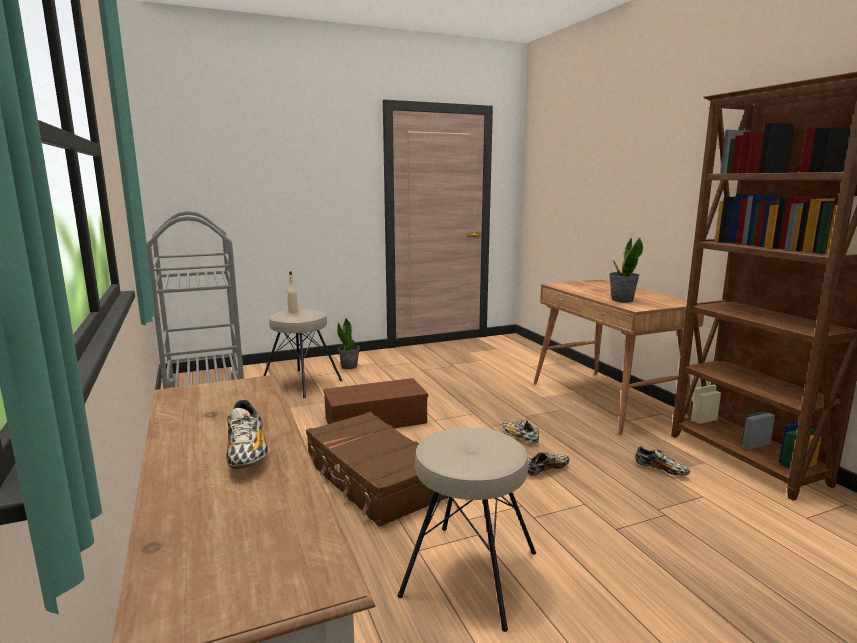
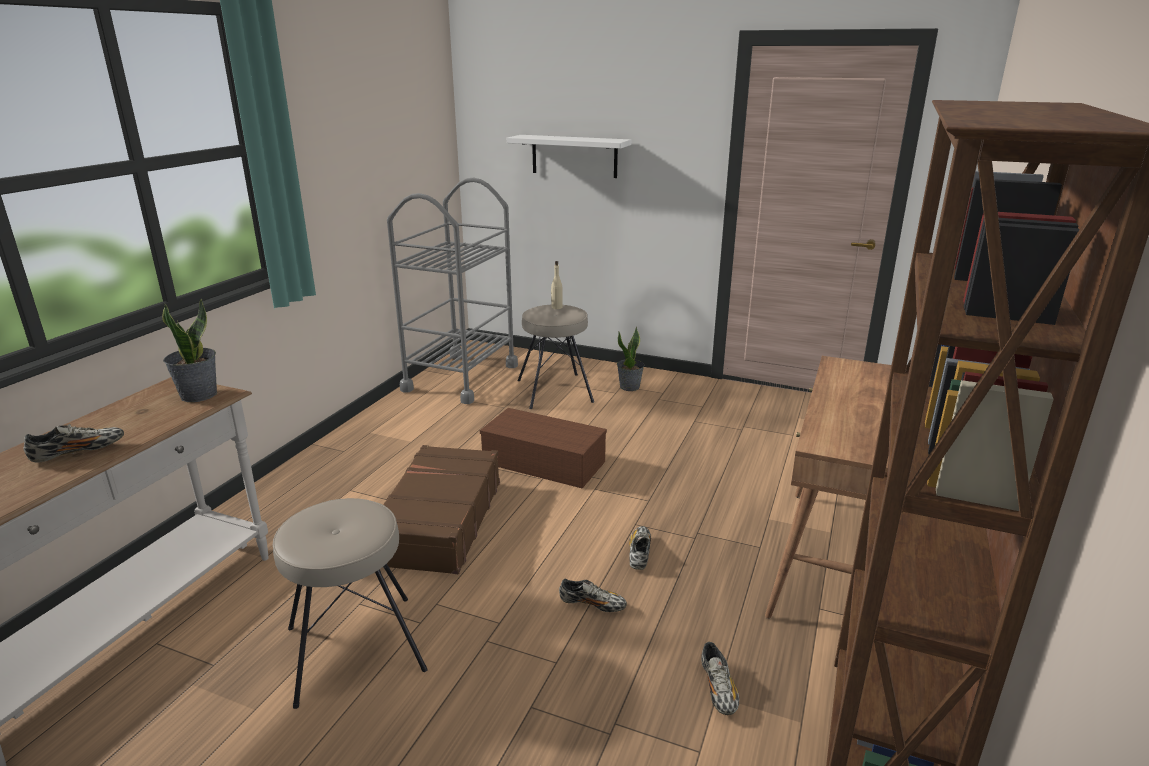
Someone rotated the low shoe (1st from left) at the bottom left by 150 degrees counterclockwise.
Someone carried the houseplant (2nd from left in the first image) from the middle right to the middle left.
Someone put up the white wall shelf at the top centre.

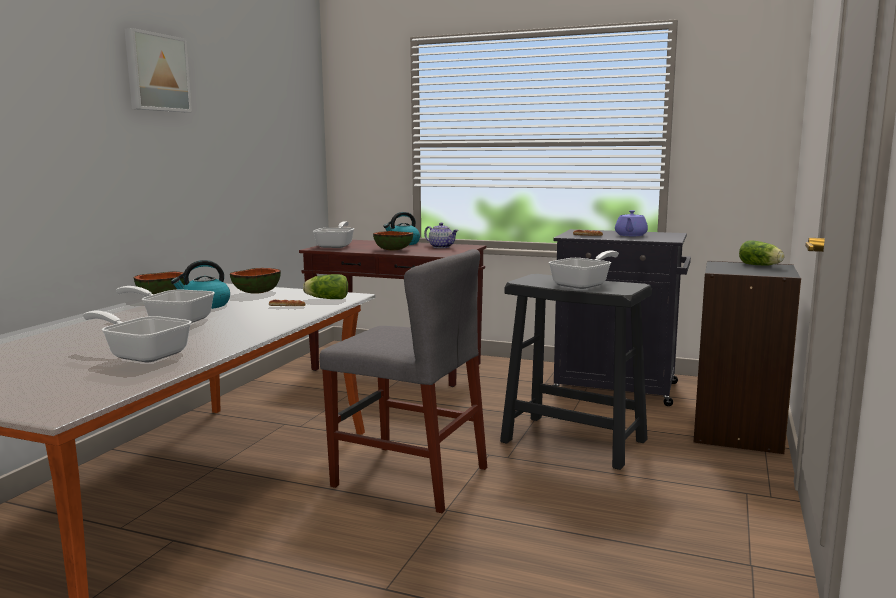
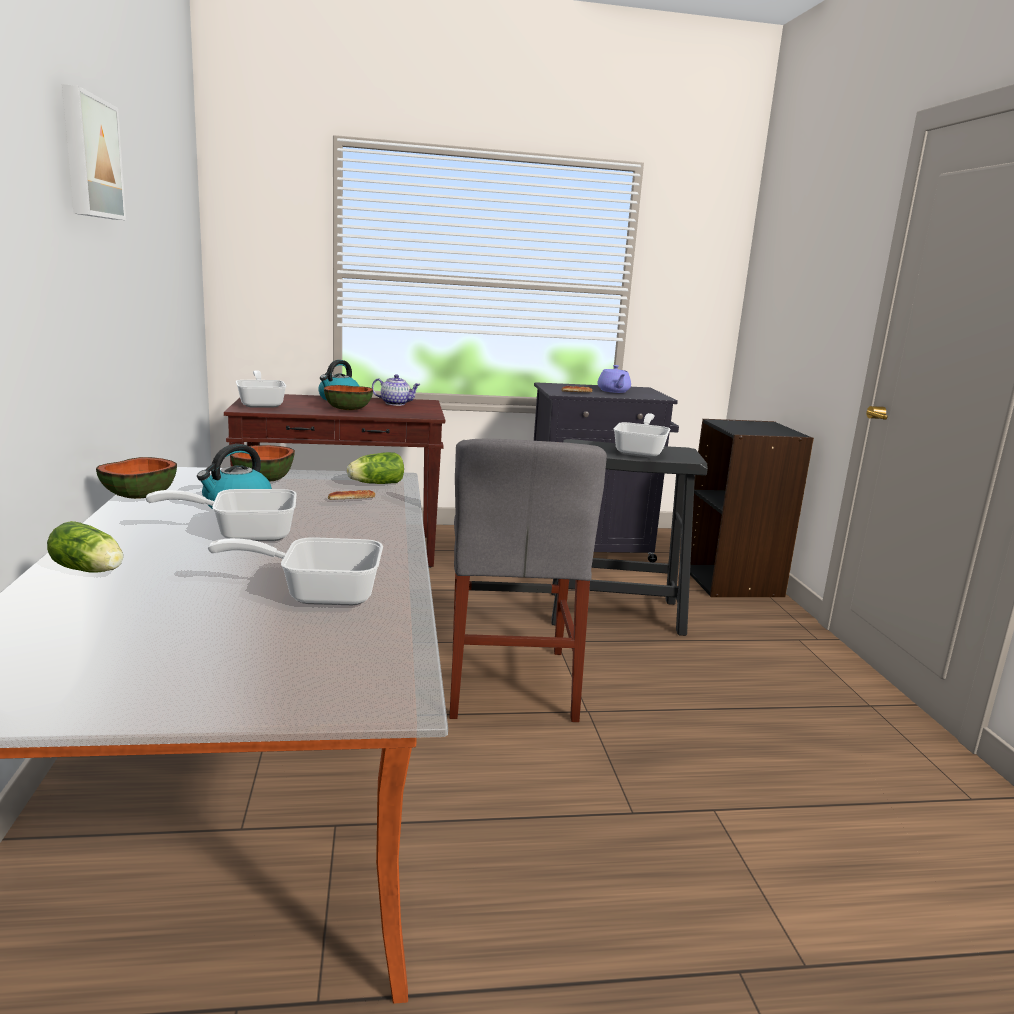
Someone carried the lettuce (2nd from left in the first image) from the middle right to the middle left.
Someone rotated the grey chair at the centre by 90 degrees clockwise.

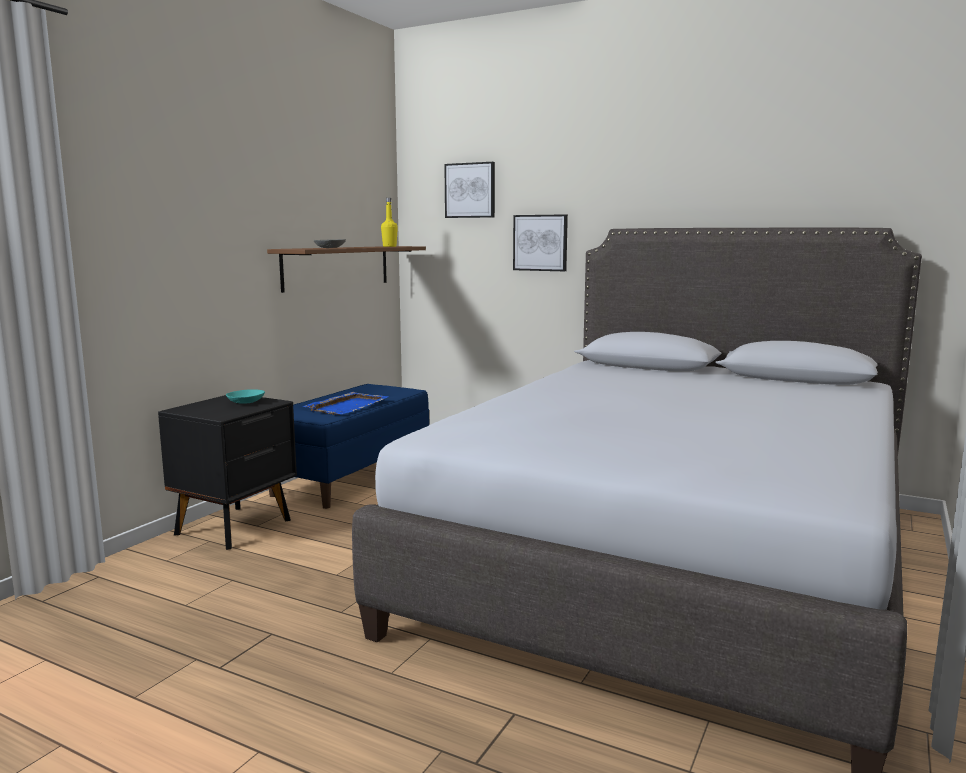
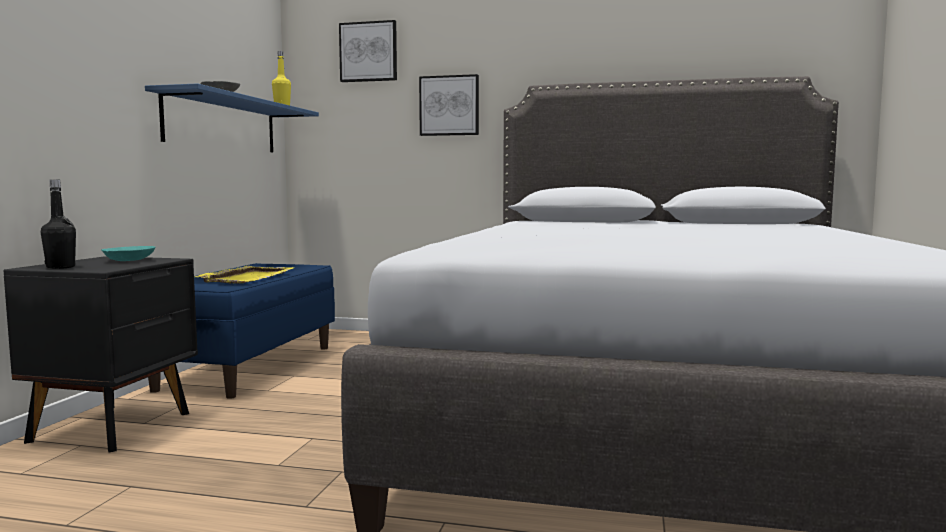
Someone put down the black-coloured beverage bottle at the middle left.
Someone repainted the brown wall shelf at the centre, which became the blue wall shelf at the top left.
Someone repainted the blue tray at the centre, which became the yellow-coloured tray at the middle left.

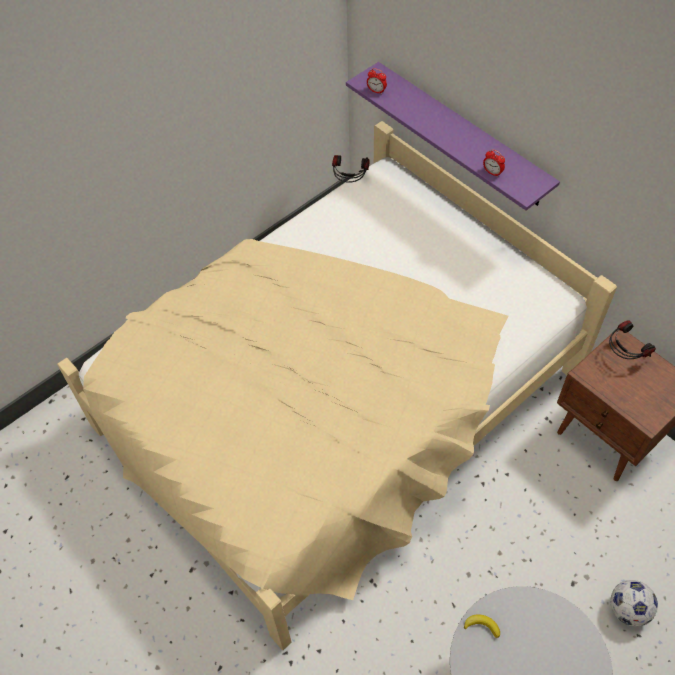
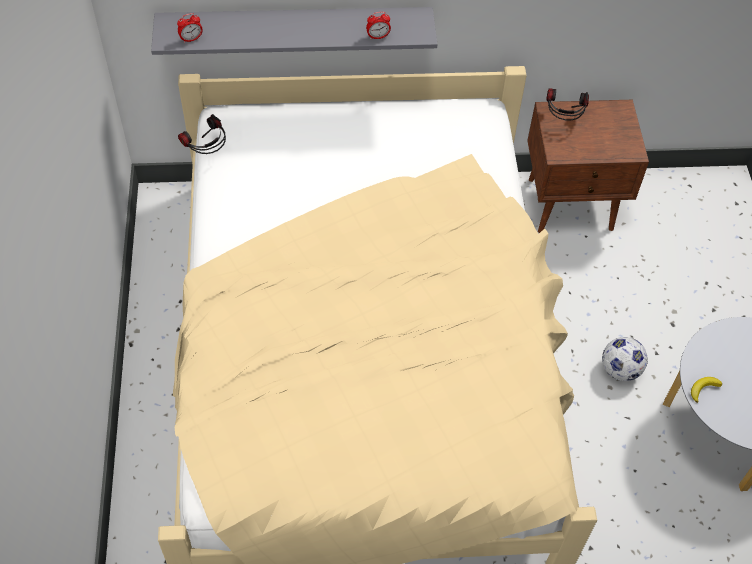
Someone repainted the purplish wall shelf at the top right, which became the grey wall shelf at the top centre.
Someone carried the football ball from the bottom right to the middle right.

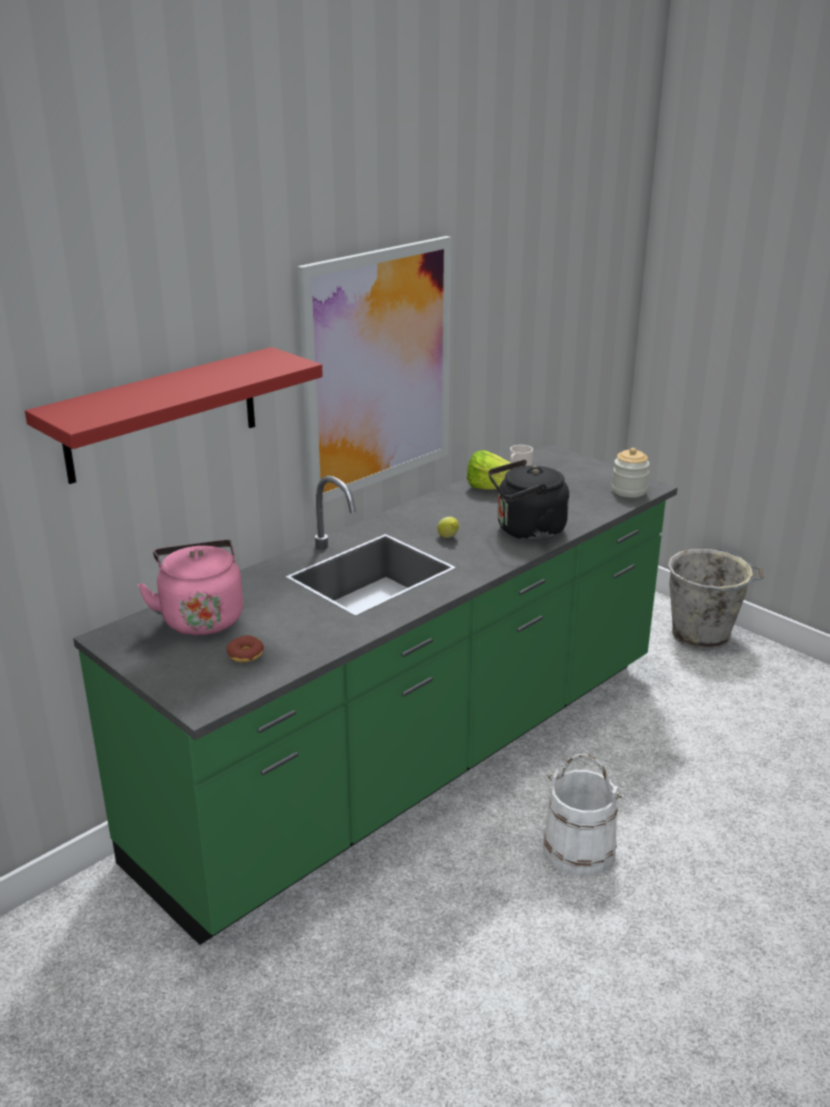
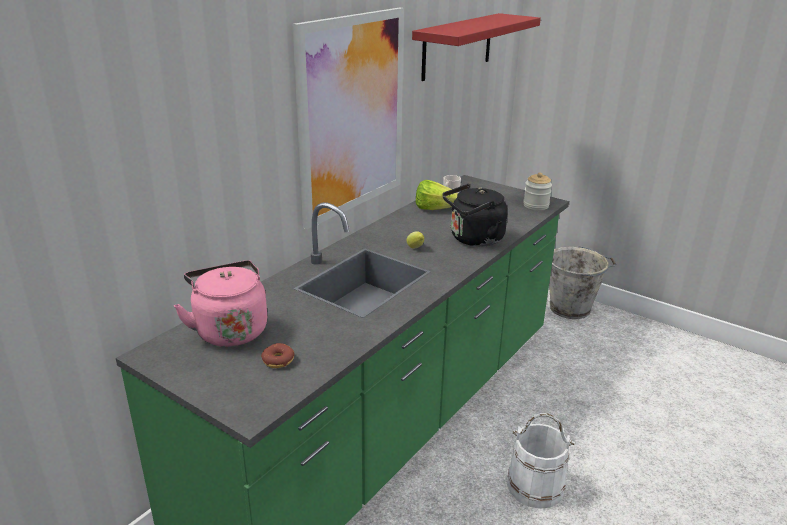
Someone carried the reddish wall shelf from the middle left to the top centre.

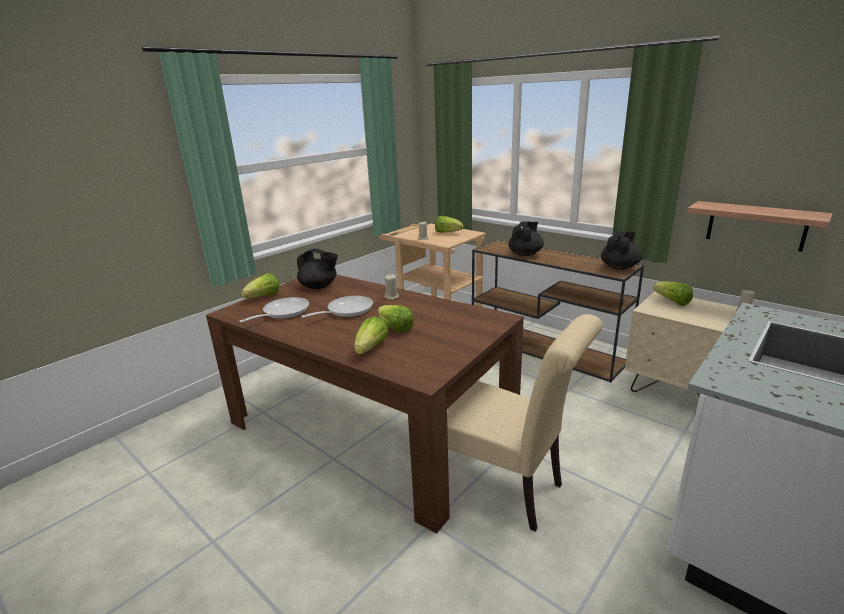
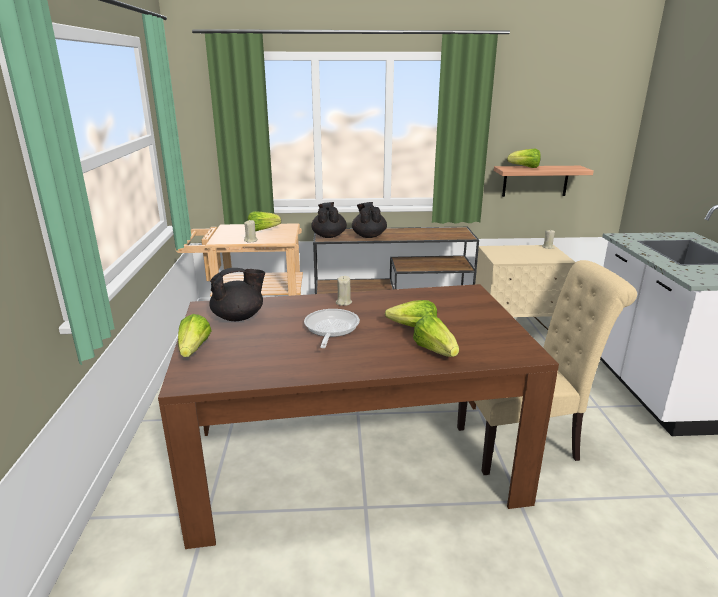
Someone carried the black-coloured tea pot (3rd from left in the first image) from the middle right to the centre.
Someone carried the lettuce (5th from left) from the middle right to the top right.
Someone took away the skillet (1st from left) at the middle left.

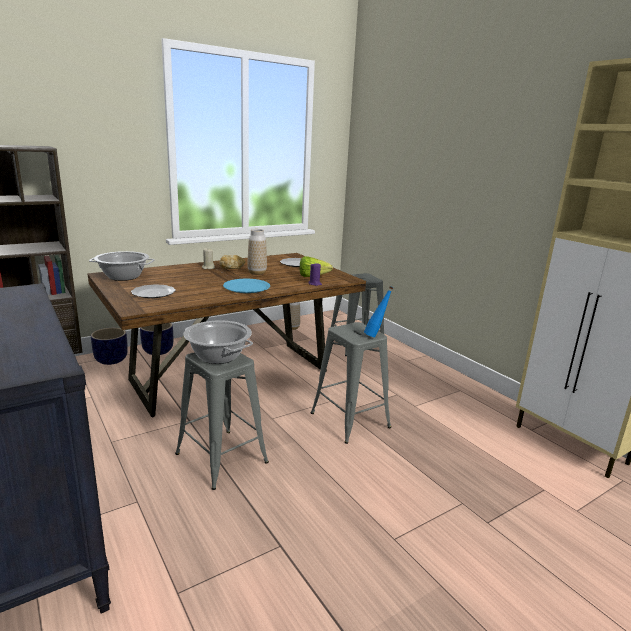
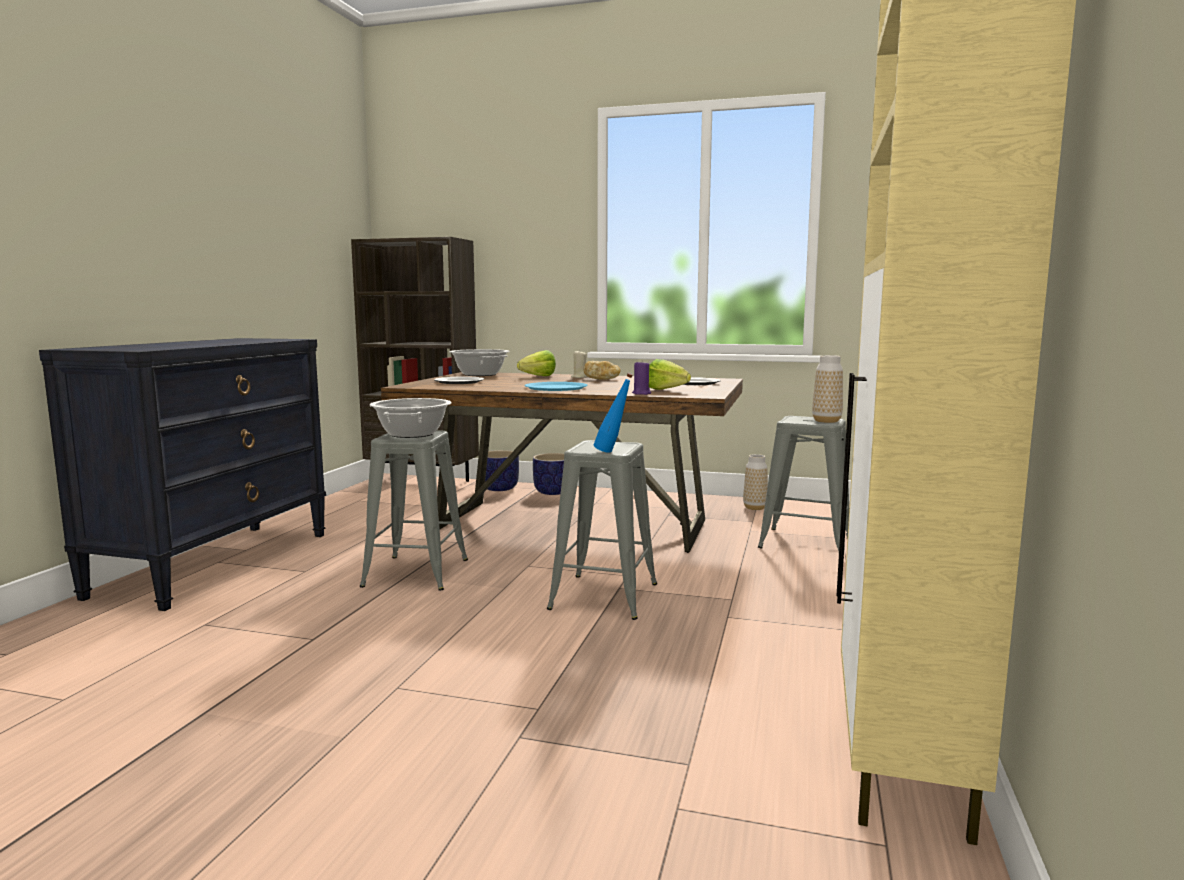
Someone put down the lettuce (1st from left) at the centre.
Someone carried the flower vase (1st from left in the first image) from the centre to the middle right.

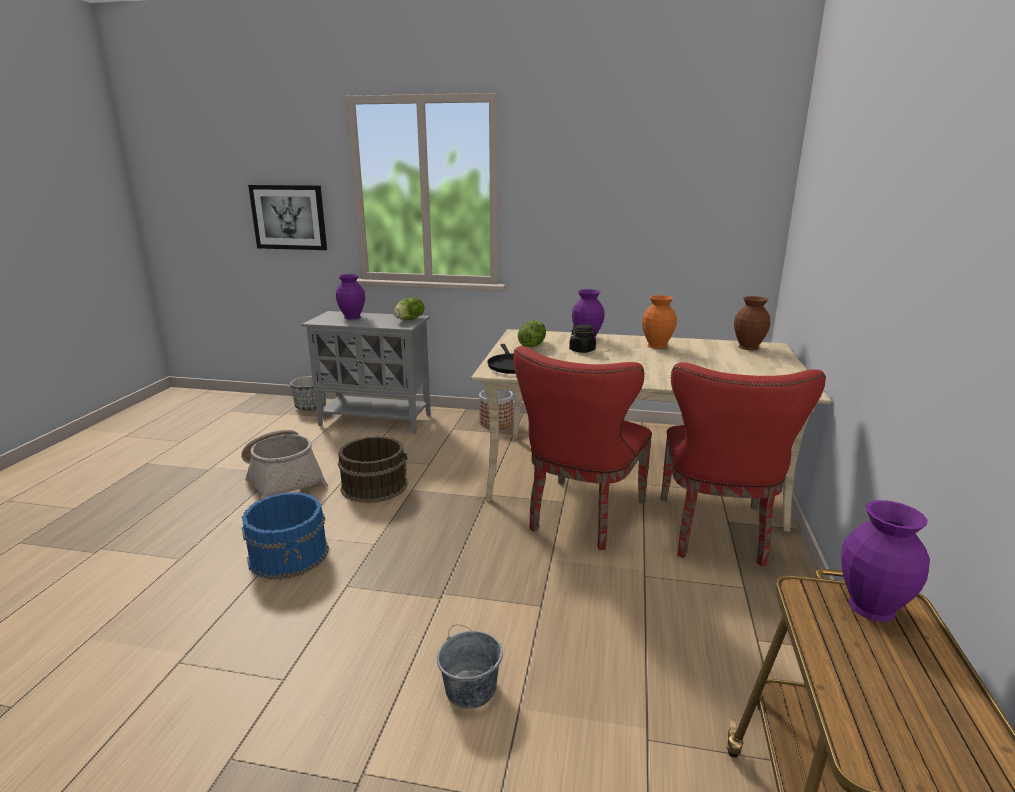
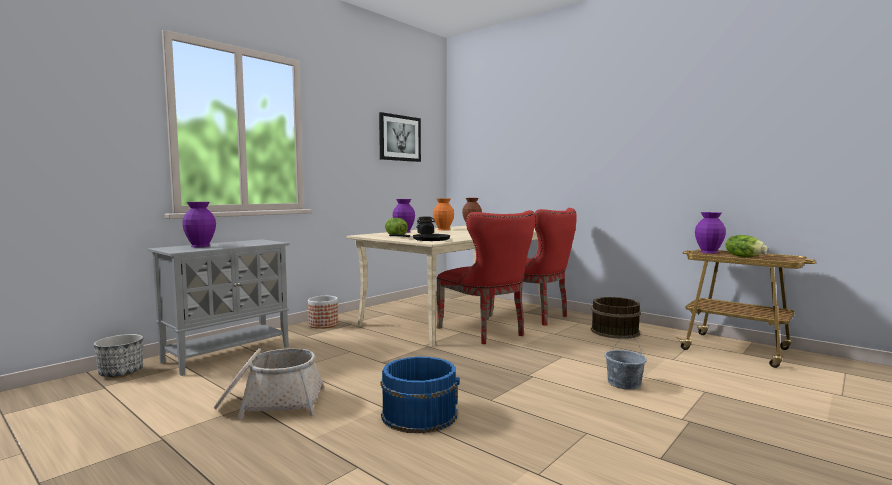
Someone carried the wall art from the top left to the top centre.
Someone carried the brown bucket from the centre to the middle right.
Someone carried the lettuce (1st from left in the first image) from the centre to the middle right.

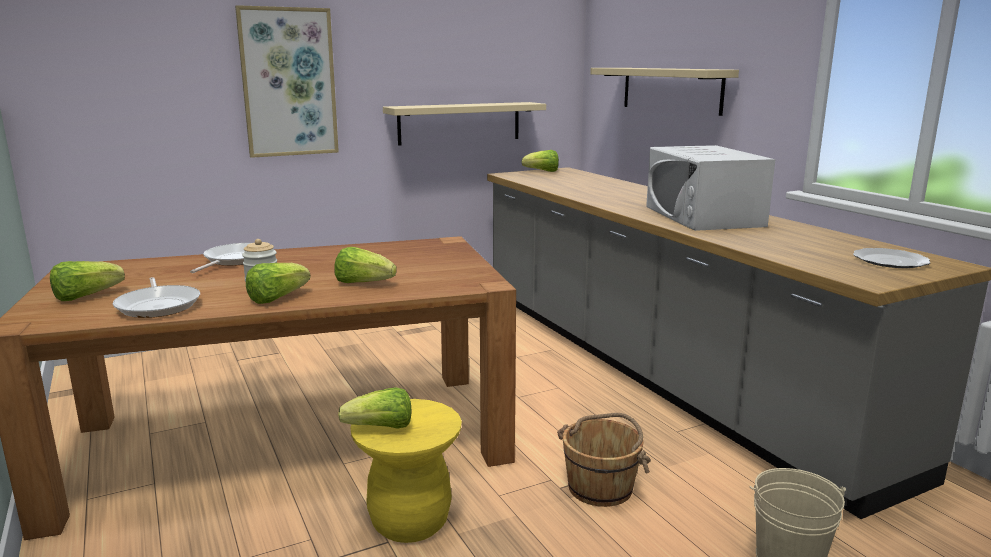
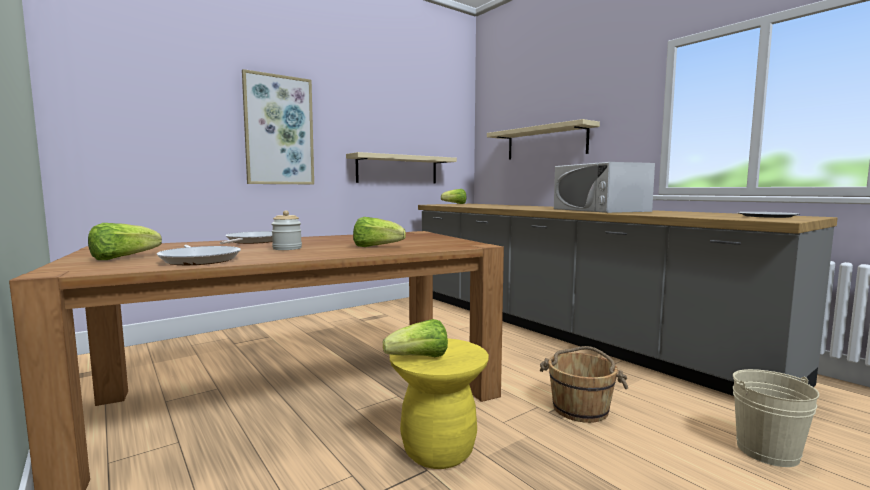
Someone took away the lettuce (2nd from left) at the middle left.

